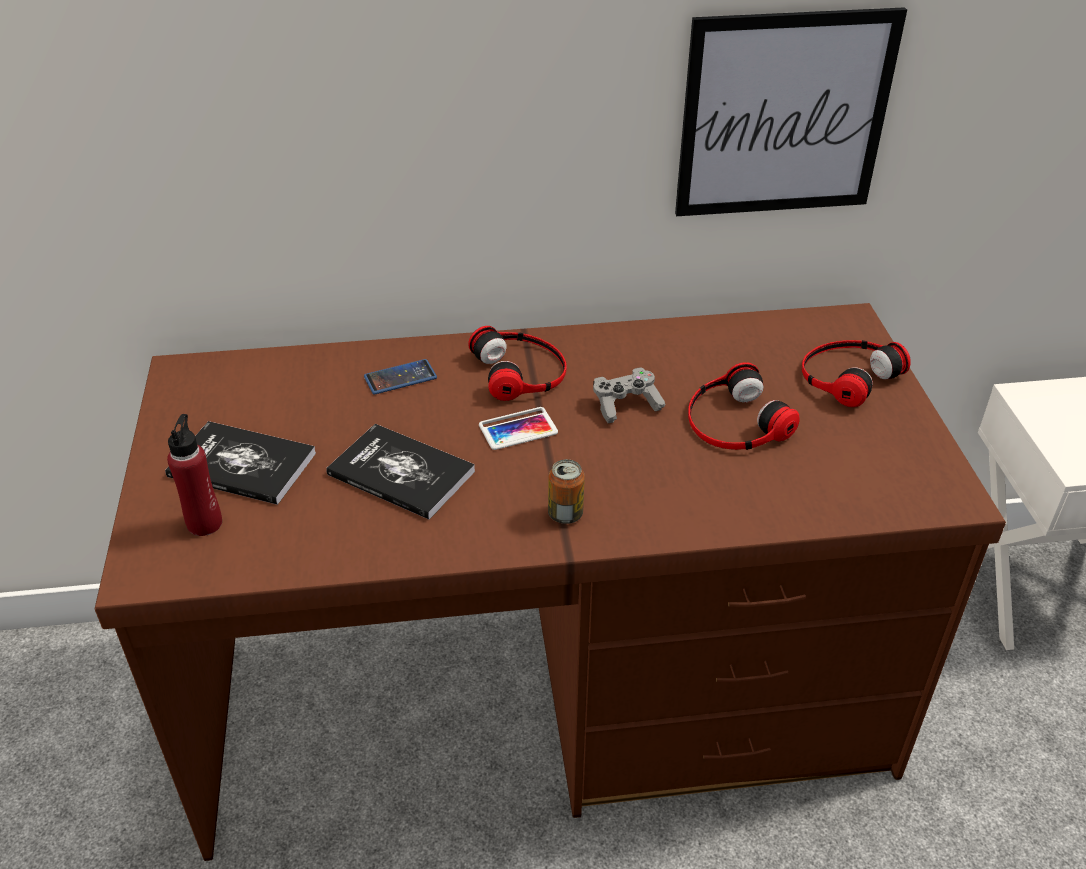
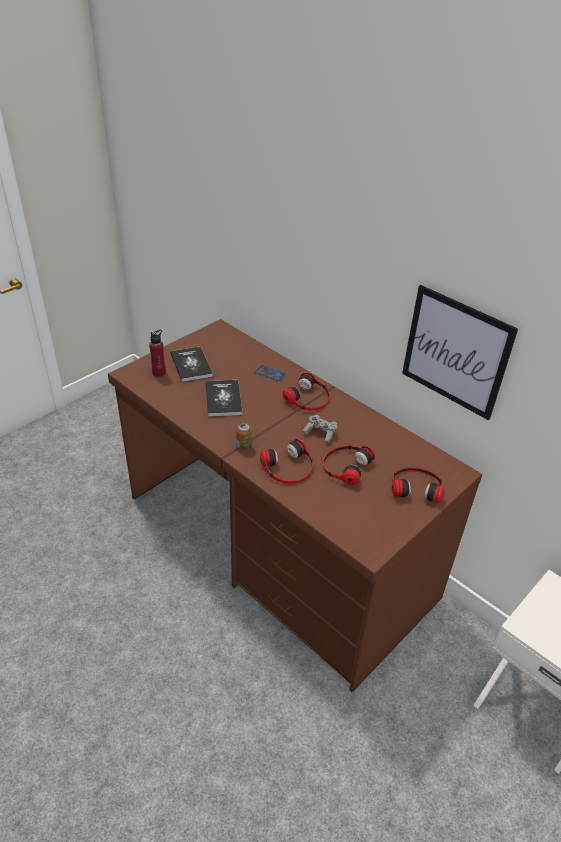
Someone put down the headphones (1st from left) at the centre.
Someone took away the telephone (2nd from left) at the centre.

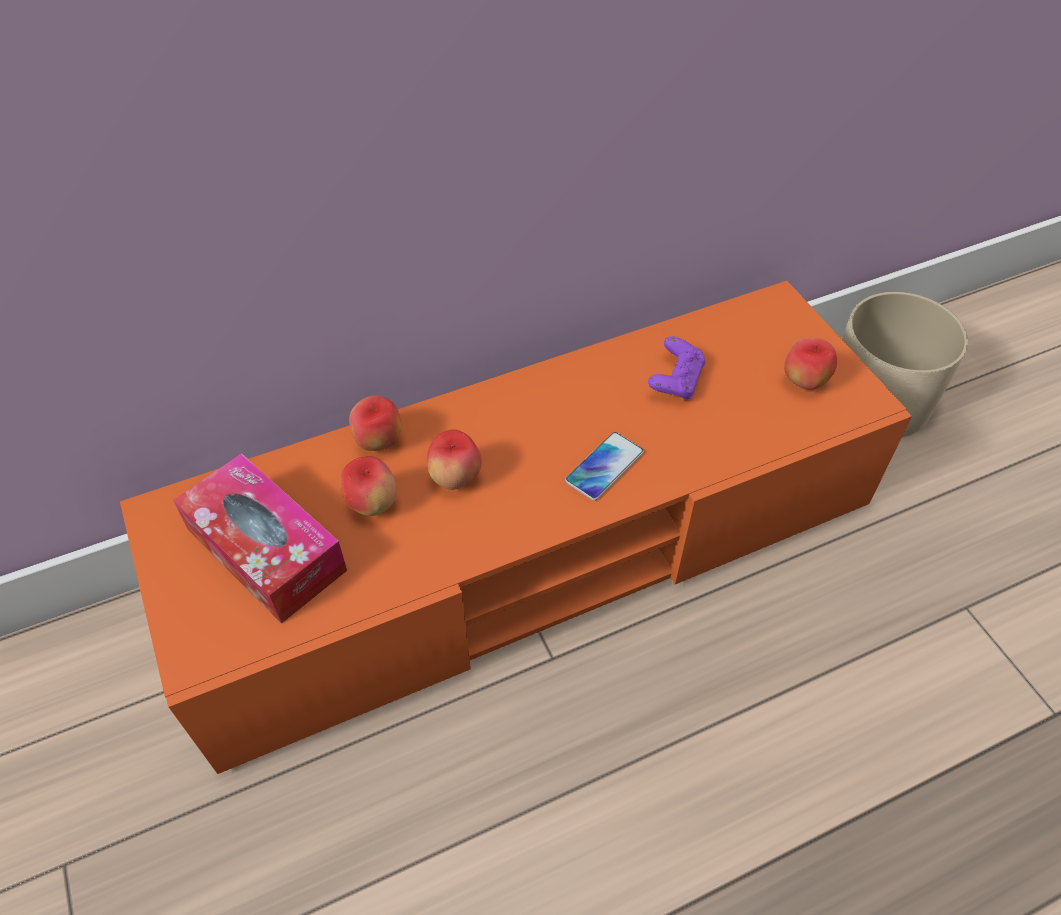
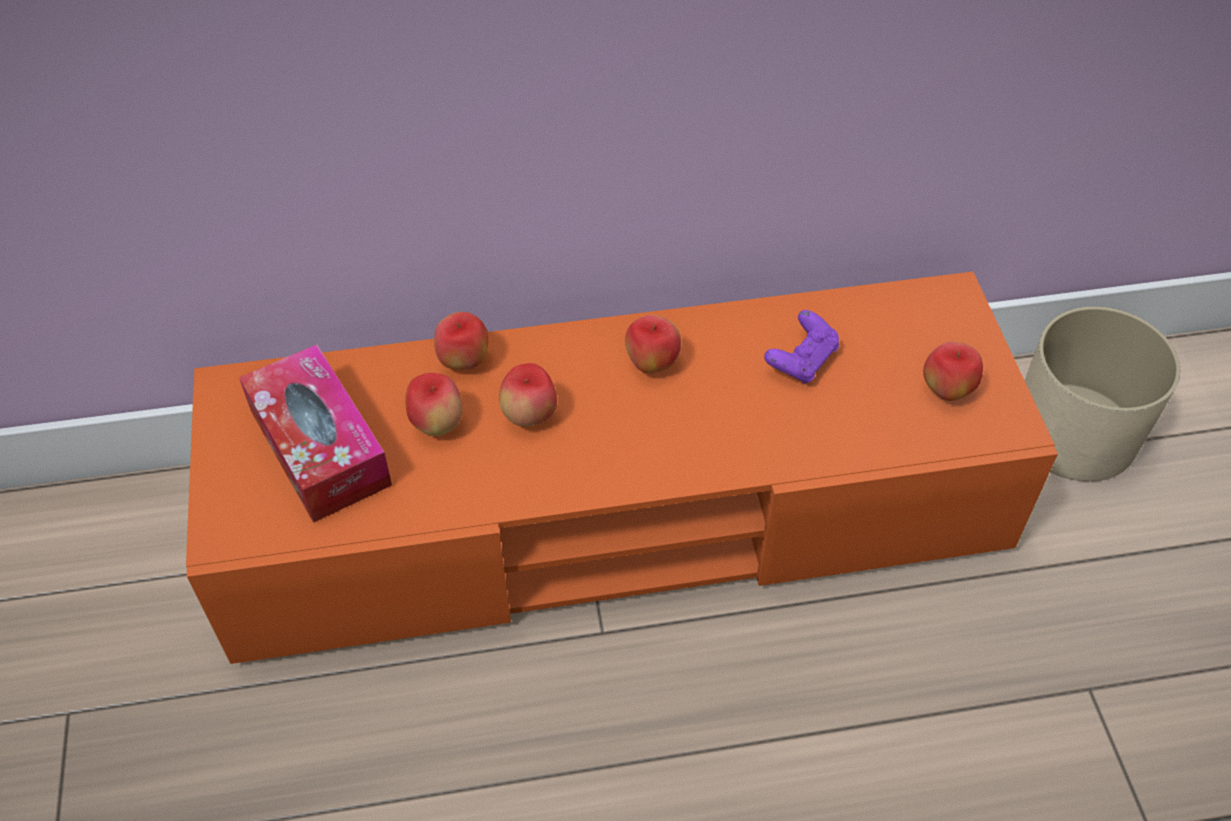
Someone put down the apple (4th from left) at the centre.
Someone took away the telephone at the centre.

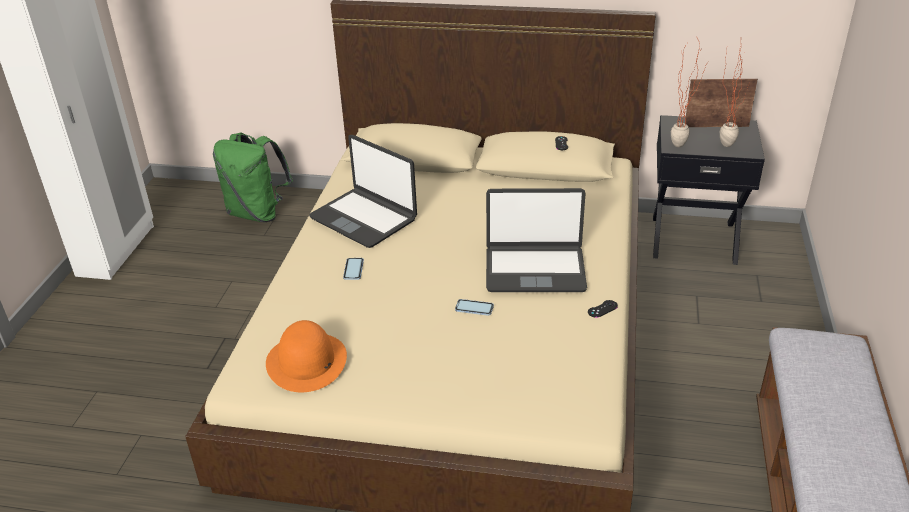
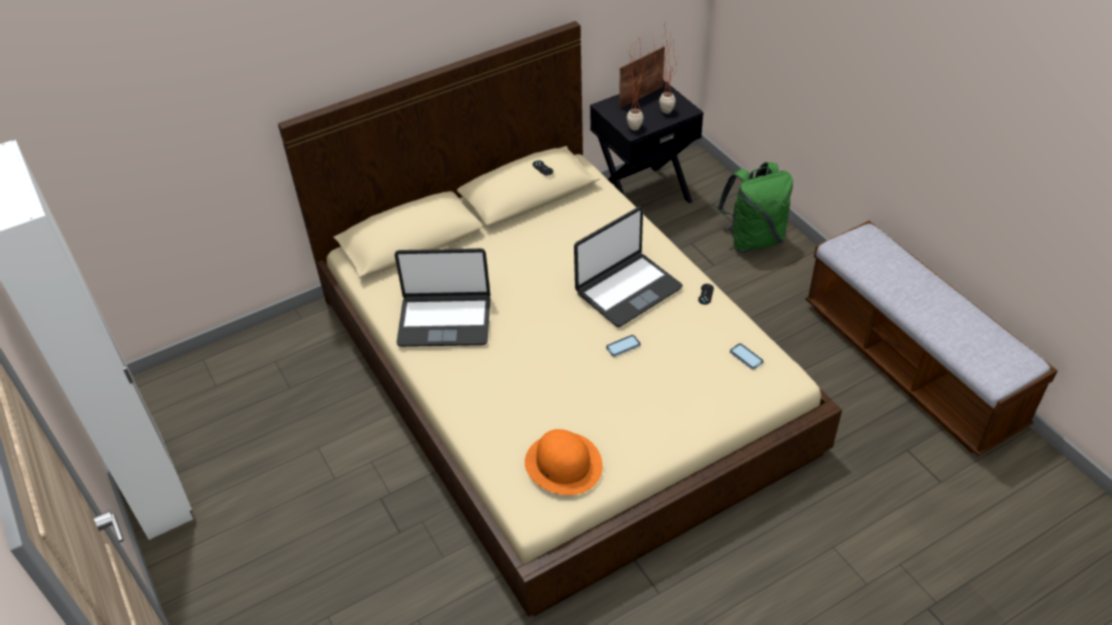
Someone carried the green-coloured knapsack from the middle left to the top right.
Someone carried the telephone (1st from left in the first image) from the centre to the middle right.

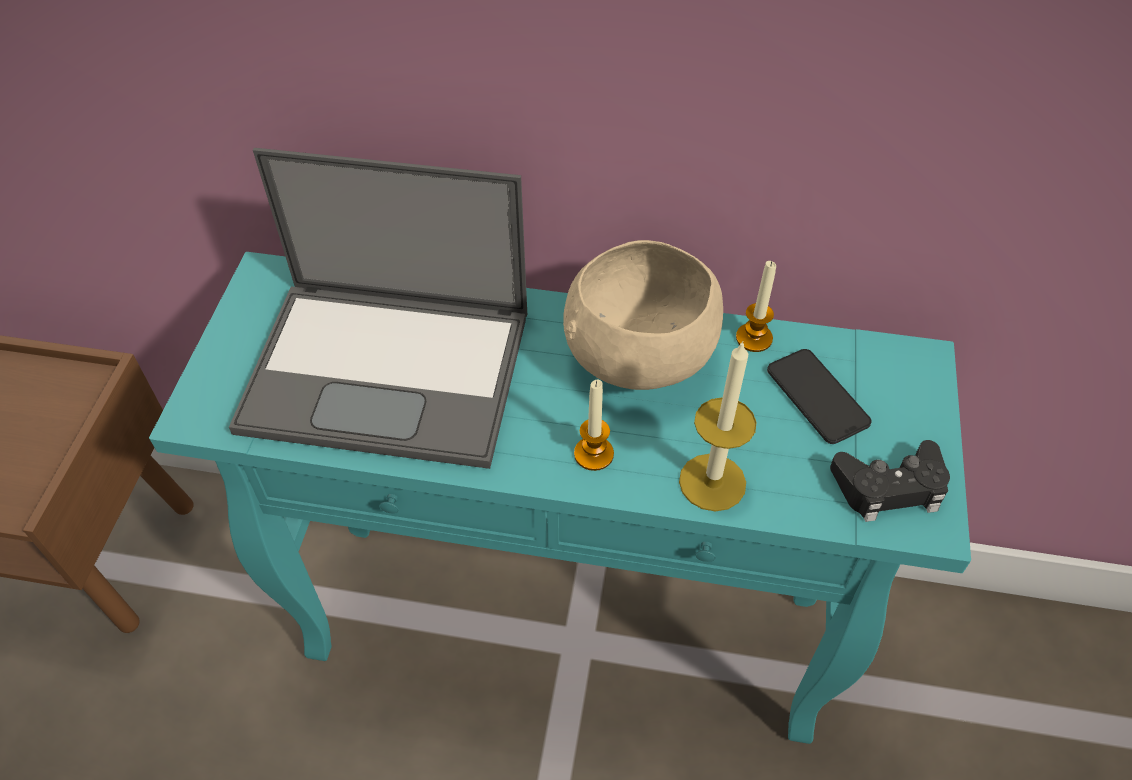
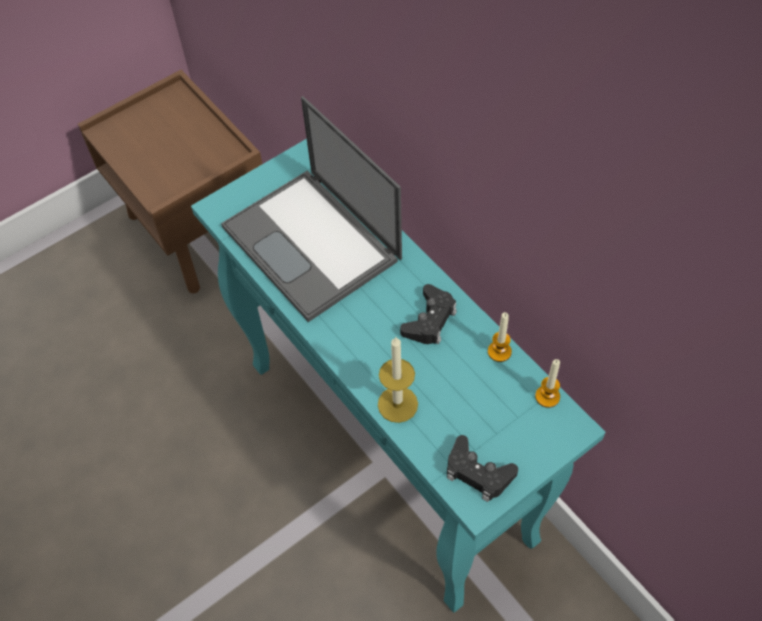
Someone swapped the beige-coloured deep dish at the centre for the black-coloured joypad (1st from left) at the centre.
Someone carried the wax candle (1st from left in the first image) from the centre to the middle right.
Someone took away the telephone at the middle right.

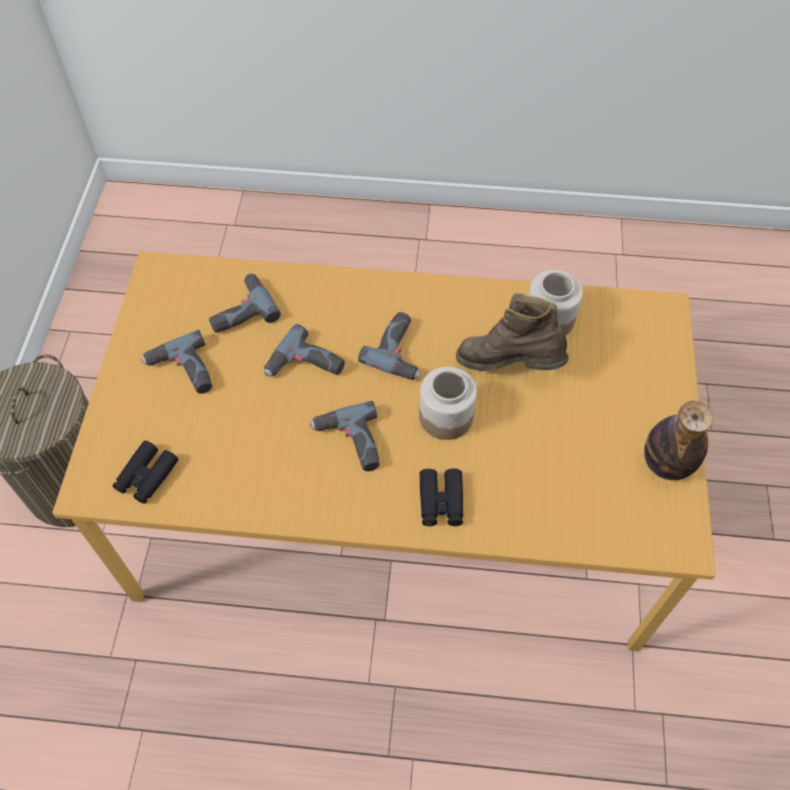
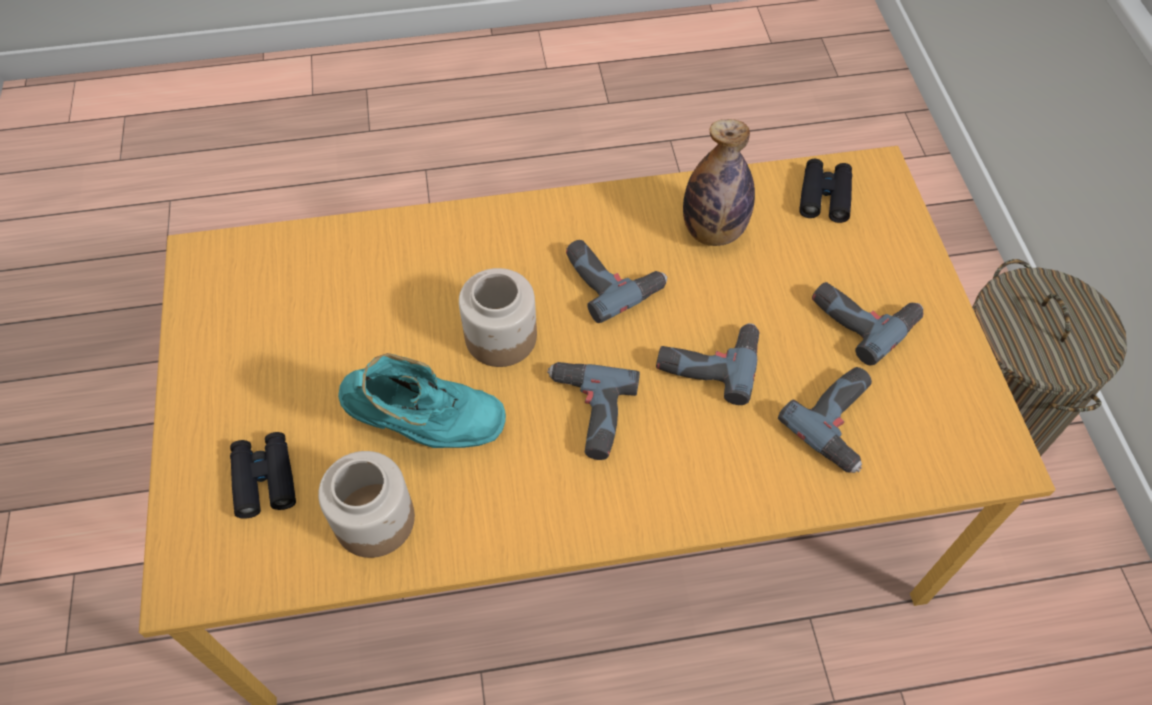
Someone carried the black-coloured pair of binoculars (2nd from left in the first image) from the centre to the bottom left.
Someone repainted the brown boot at the centre, which became the turquoise-coloured boot at the centre.
Someone carried the beverage bottle from the middle right to the top centre.

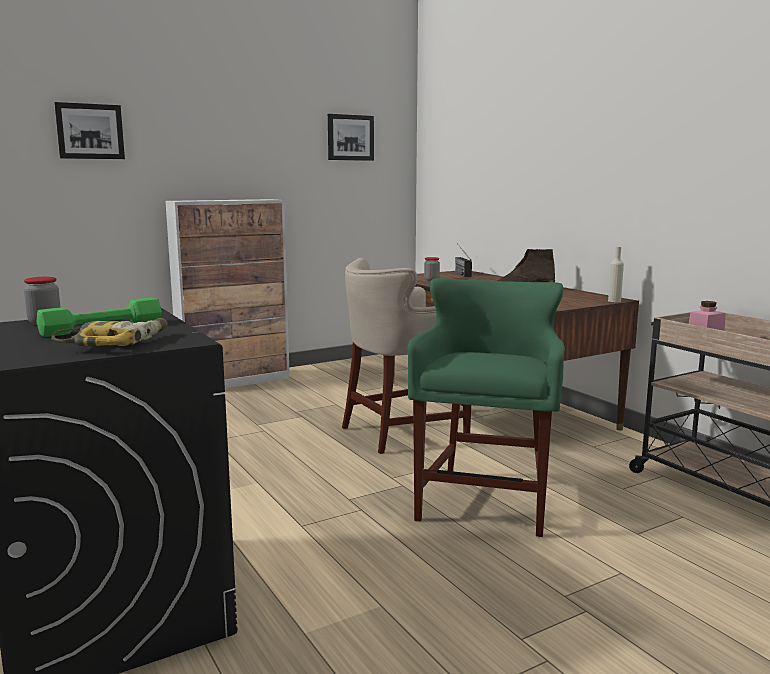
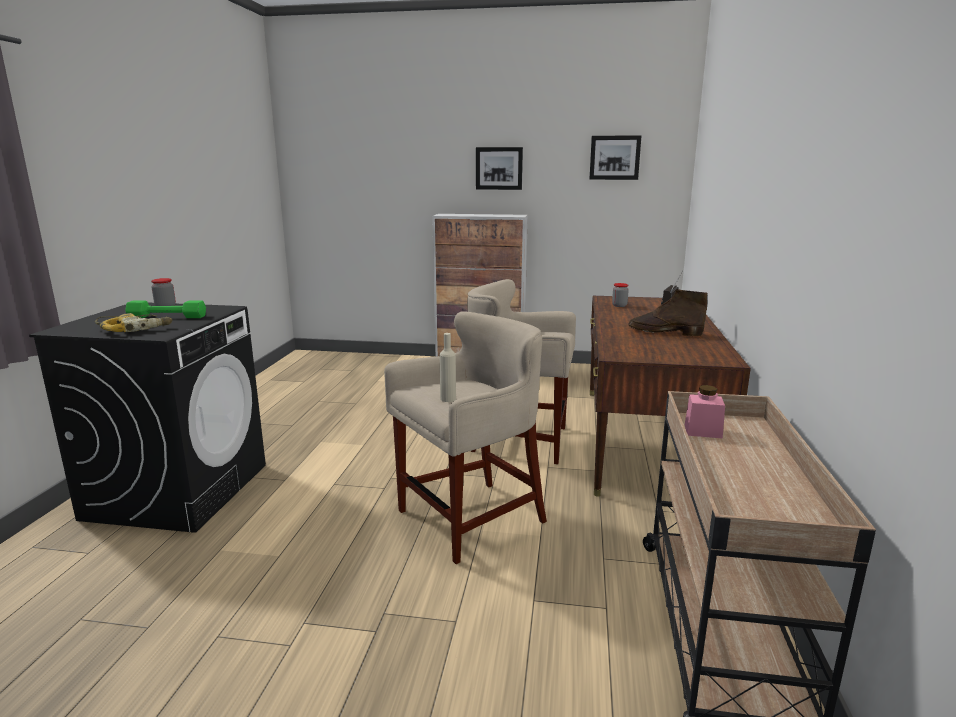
Someone repainted the green-coloured stool seat at the centre, which became the beige-coloured stool seat (1st from left) at the centre.
Someone carried the beige-coloured beverage bottle from the middle right to the centre.
Someone carried the wall art (1st from left) from the top left to the top centre.

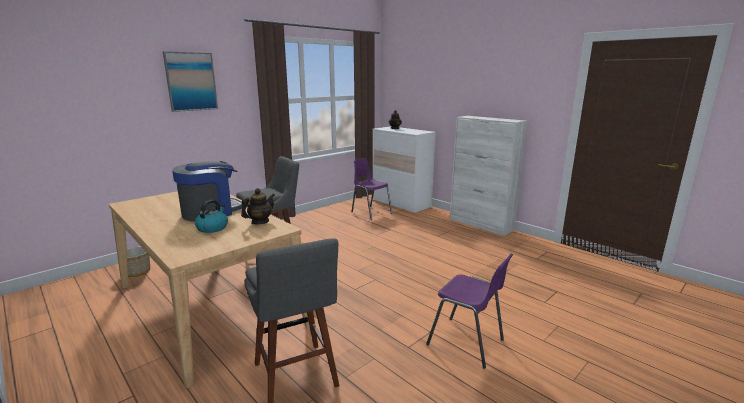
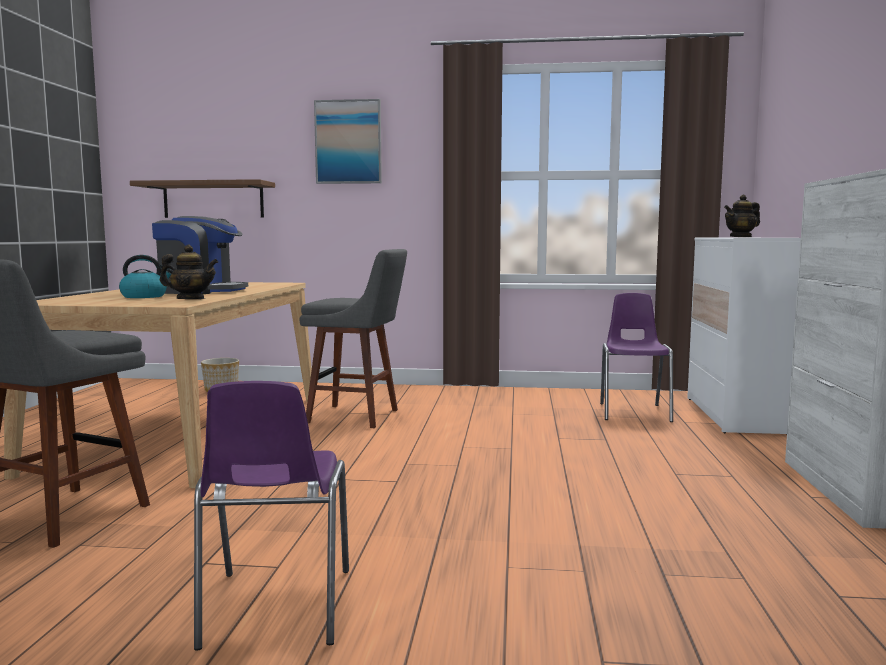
Someone put up the brown wall shelf at the top left.

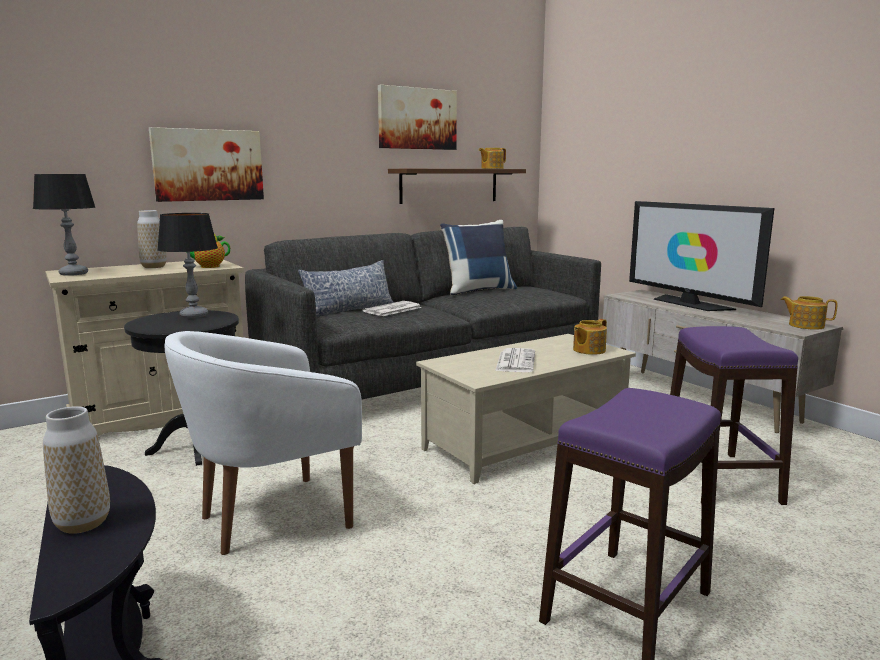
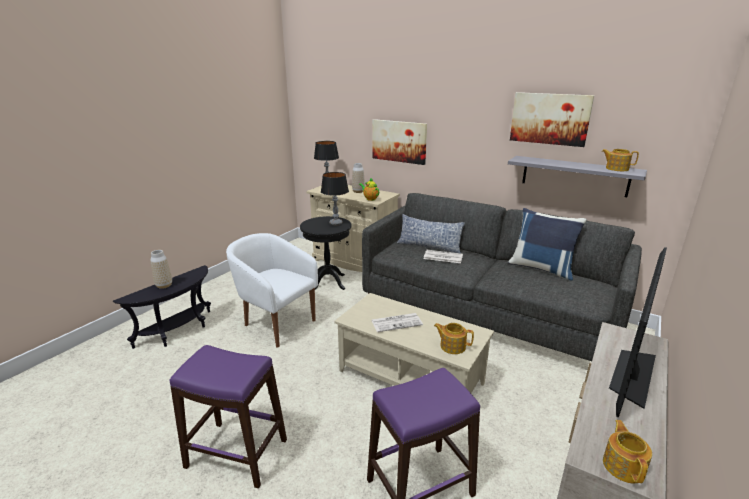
Someone repainted the brown wall shelf at the top centre, which became the grey wall shelf at the middle right.

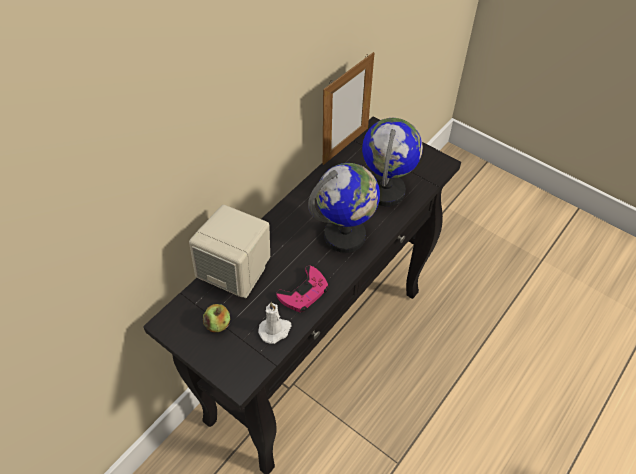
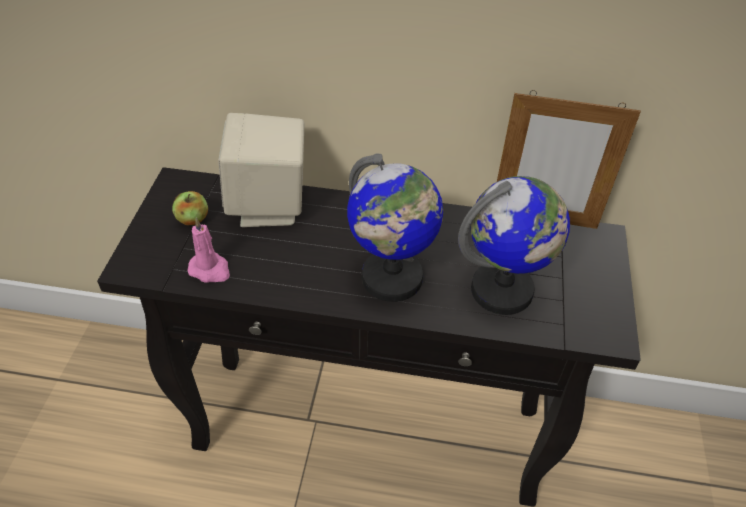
Someone repainted the white wax candle at the bottom centre, which became the pink-coloured wax candle at the middle left.
Someone took away the pink-coloured joypad at the centre.

